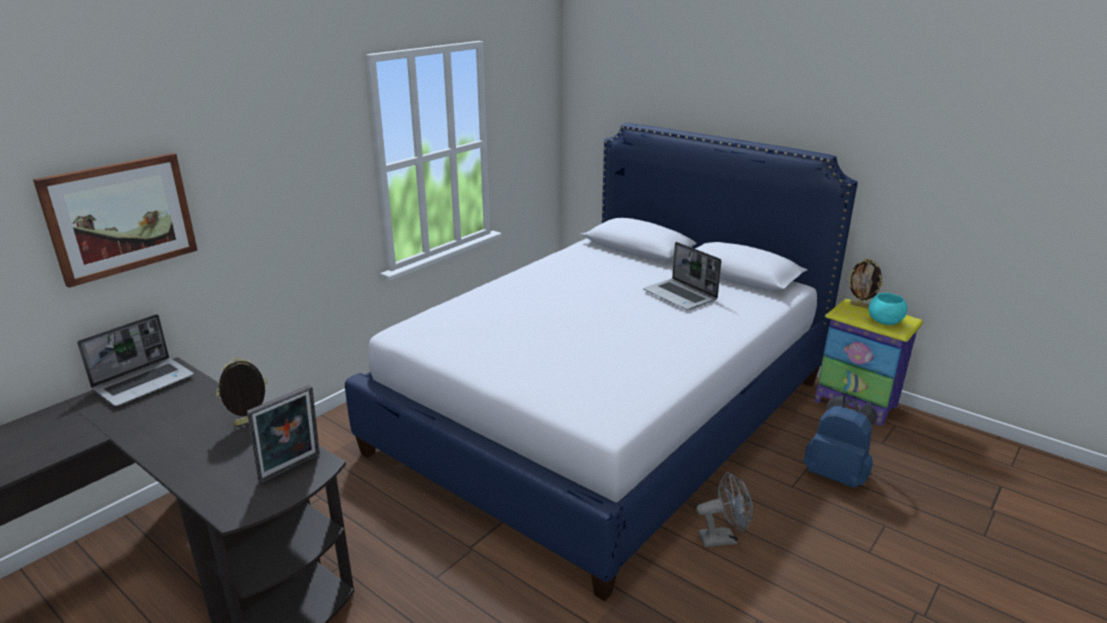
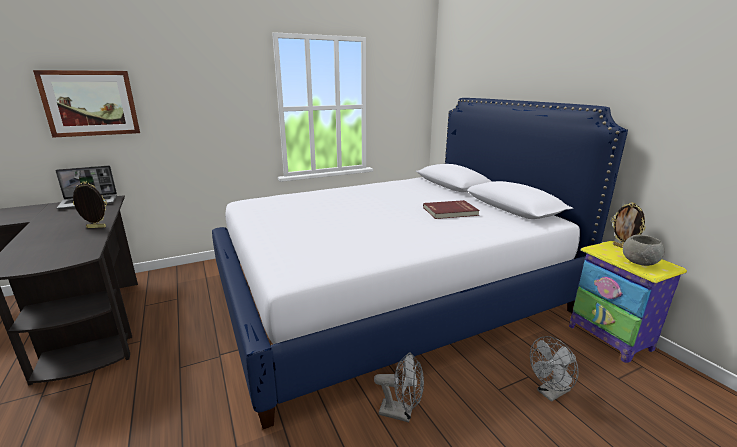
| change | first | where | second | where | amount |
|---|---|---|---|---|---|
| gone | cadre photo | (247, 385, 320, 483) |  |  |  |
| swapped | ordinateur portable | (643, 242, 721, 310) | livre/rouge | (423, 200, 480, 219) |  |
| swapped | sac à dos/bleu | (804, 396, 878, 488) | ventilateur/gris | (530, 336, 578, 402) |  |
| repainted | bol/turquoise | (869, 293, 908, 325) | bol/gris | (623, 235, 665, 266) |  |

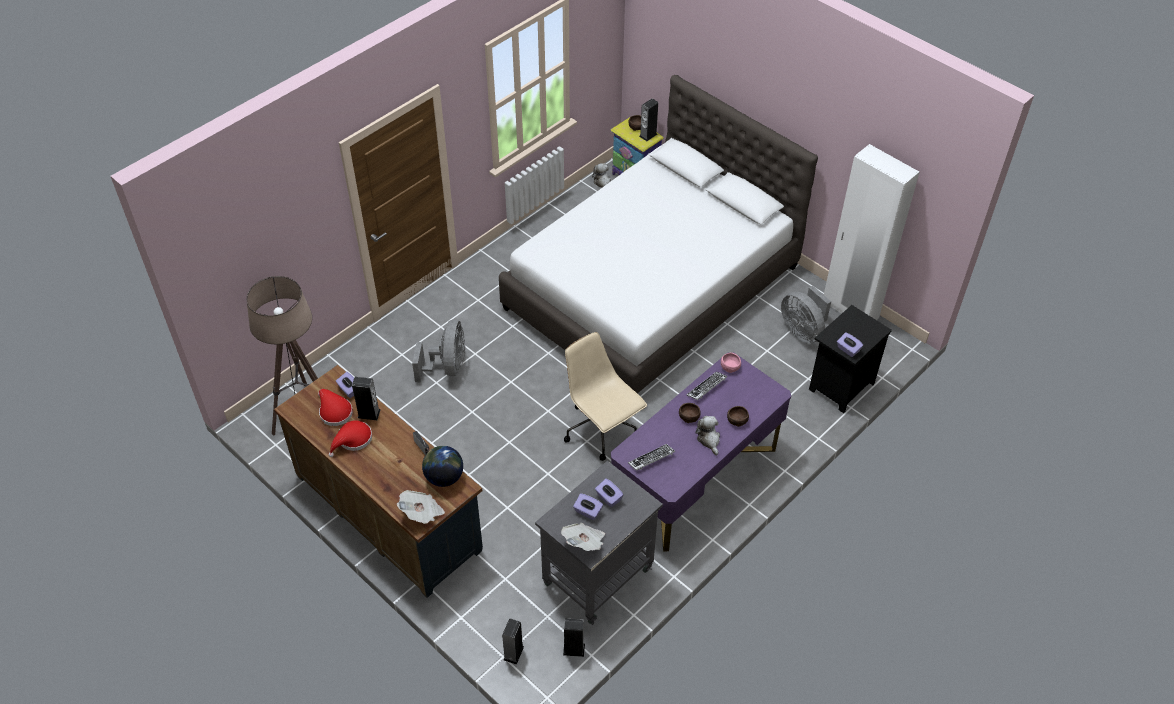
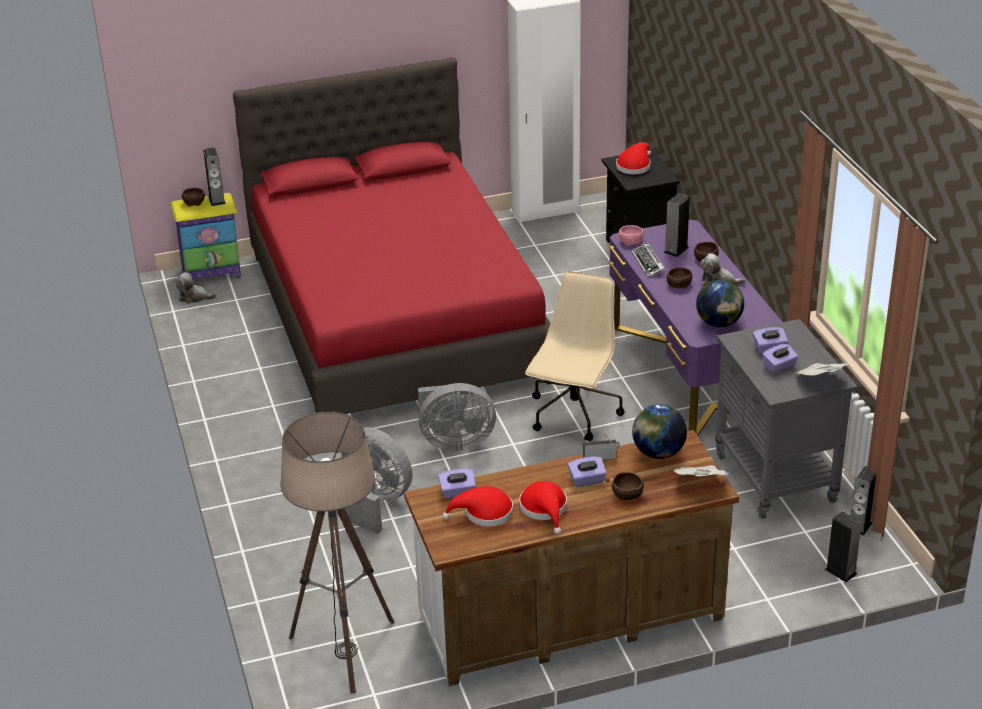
| change | first | where | second | where | amount |
|---|---|---|---|---|---|
| repainted | commode/bleu | (274, 365, 483, 598) | commode/blanc | (404, 430, 739, 686) |  |
| shifted | enceinte | (352, 377, 380, 420) |  | (664, 193, 690, 257) |  |
| repainted | lit/blanc | (499, 75, 818, 394) | lit/rouge | (233, 57, 550, 414) |  |
| rotated | chaise de bureau/beige | (564, 332, 647, 461) |  | (525, 272, 625, 441) | 120 degrees clockwise |
| swapped | clavier | (628, 444, 675, 471) | globe | (696, 280, 744, 327) |  |
| shifted | ventilateur/gris | (781, 286, 831, 344) |  | (418, 383, 496, 451) |  |
| shifted | boîte à mouchoirs/violet | (837, 332, 863, 357) |  | (568, 456, 607, 487) |  |
| new |  |  | bol/marron | (612, 472, 644, 501) |  |
| new |  |  | chapeau/rouge | (616, 142, 651, 174) |  |

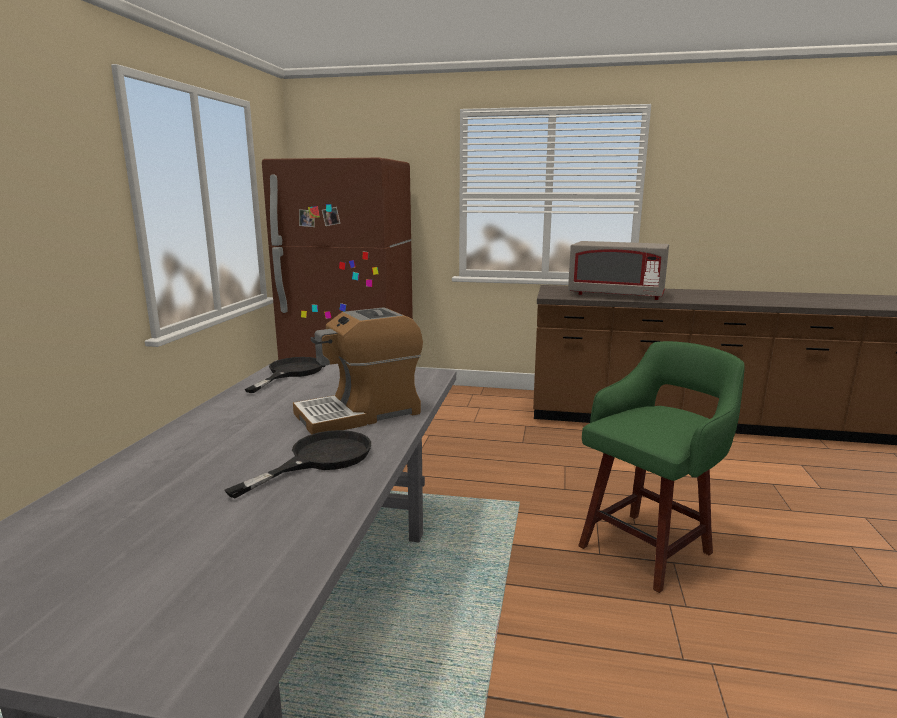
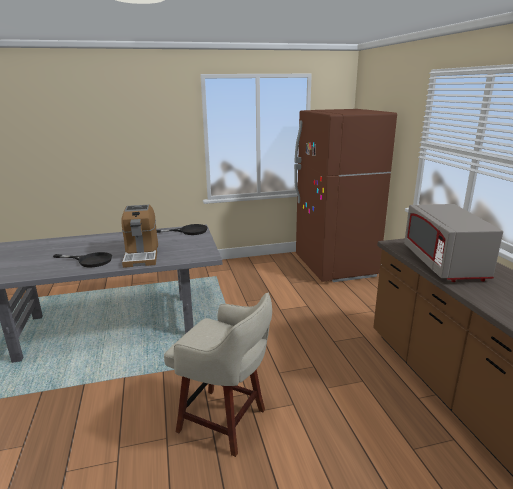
| change | first | where | second | where | amount |
|---|---|---|---|---|---|
| rotated | machine à café | (293, 307, 423, 435) |  | (121, 205, 158, 268) | 135 degrees counterclockwise |
| repainted | tabouret/vert | (578, 341, 744, 593) | tabouret/beige | (164, 293, 272, 457) |  |

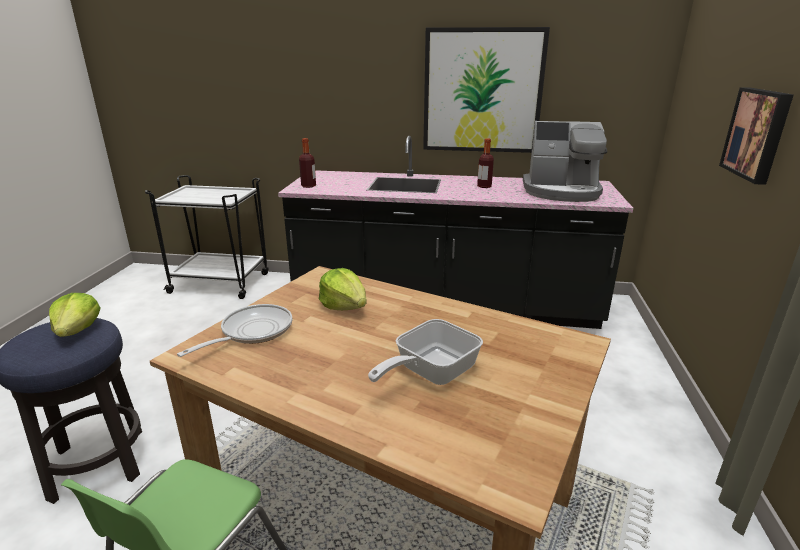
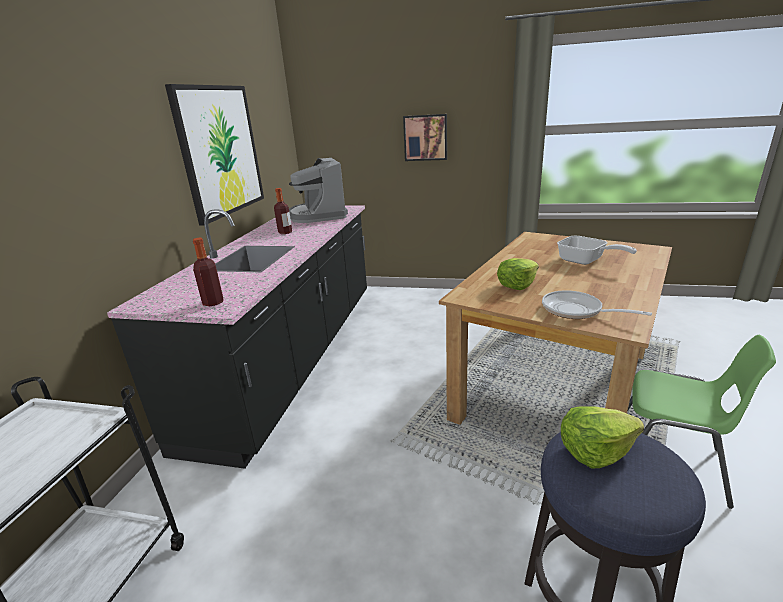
| change | first | where | second | where | amount |
|---|---|---|---|---|---|
| rotated | machine à café | (523, 121, 607, 202) |  | (289, 158, 348, 223) | 150 degrees clockwise |

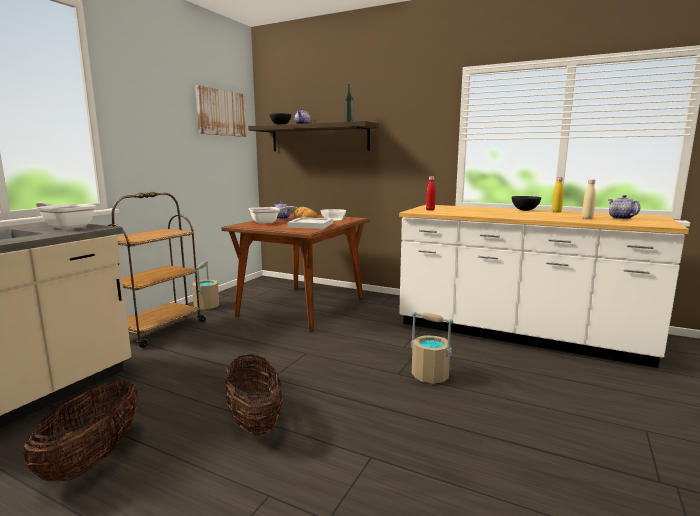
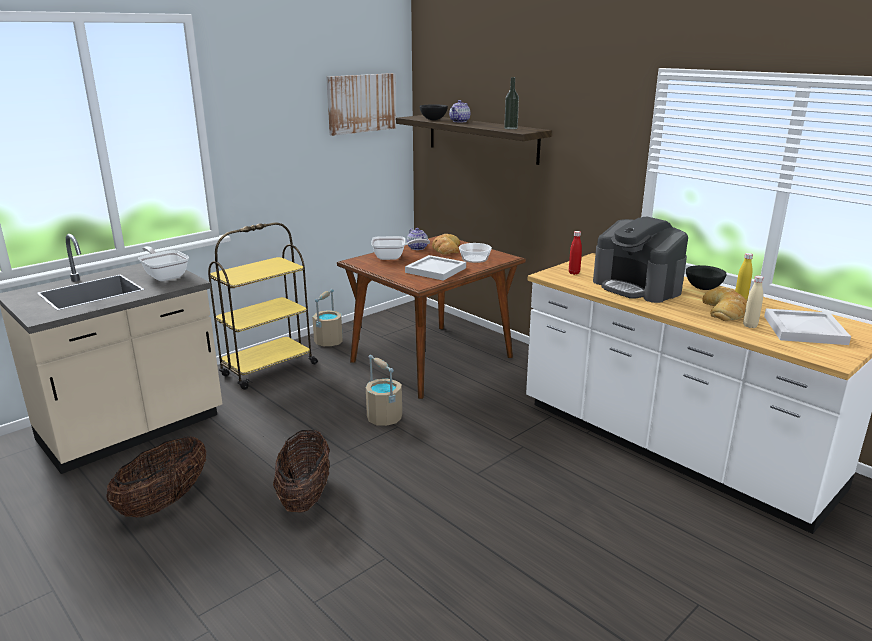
| change | first | where | second | where | amount |
|---|---|---|---|---|---|
| repainted | chariot/marron | (107, 192, 206, 348) | chariot/jaune | (208, 223, 318, 390) |  |
| shifted | seau/beige | (411, 312, 453, 384) |  | (366, 355, 402, 426) |  |
| swapped | théière | (608, 195, 640, 219) | plateau/blanc | (764, 309, 851, 345) |  |
| new |  |  | machine à café | (593, 217, 688, 303) |  |
| new |  |  | pain | (702, 288, 747, 321) |  |

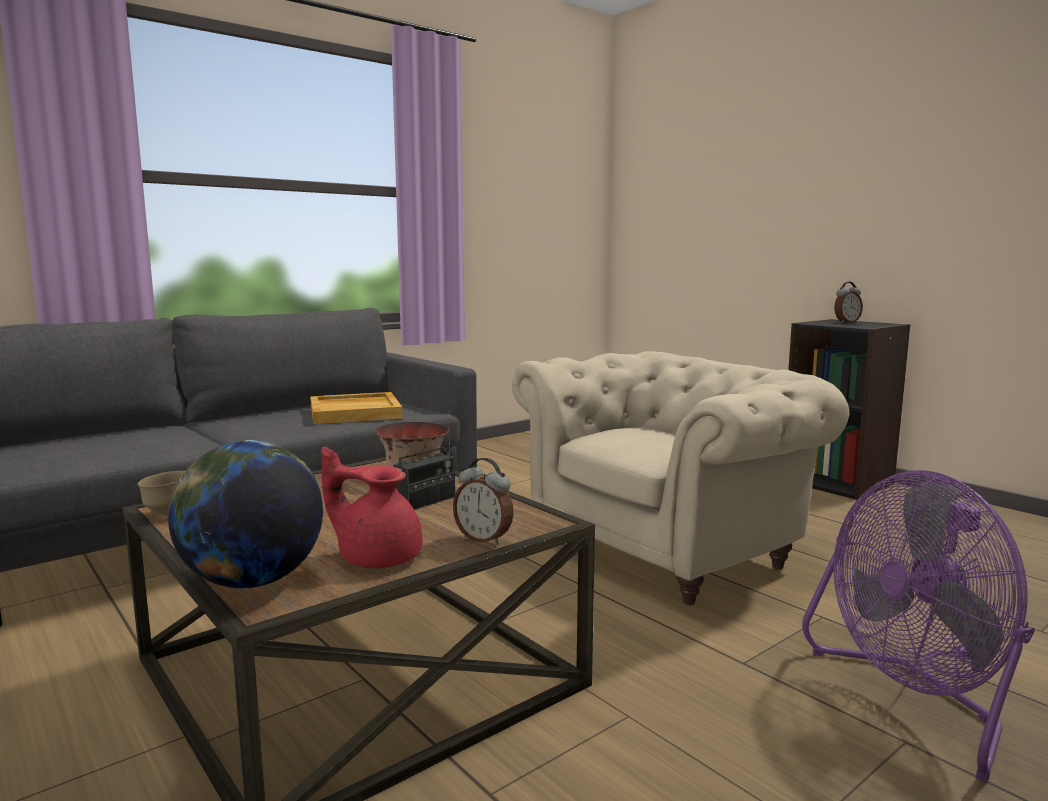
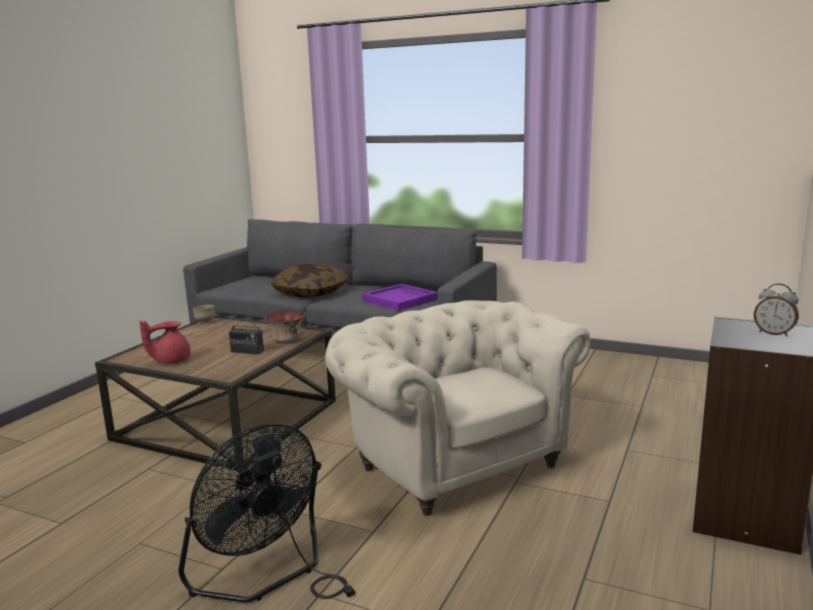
| change | first | where | second | where | amount |
|---|---|---|---|---|---|
| gone | globe | (168, 440, 323, 589) |  |  |  |
| repainted | plateau/beige | (310, 392, 403, 424) | plateau/violet | (362, 284, 438, 311) |  |
| rotated | théière/rouge | (321, 447, 423, 568) |  | (140, 321, 191, 364) | 120 degrees counterclockwise |
| gone | réveil | (453, 458, 514, 545) |  |  |  |
| rotated | fauteuil/beige | (512, 351, 849, 605) |  | (325, 300, 590, 516) | 150 degrees counterclockwise |
| repainted | ventilateur/violet | (802, 470, 1035, 783) | ventilateur/noir | (178, 424, 355, 603) |  |
| new |  |  | coussin | (271, 264, 349, 297) |  |

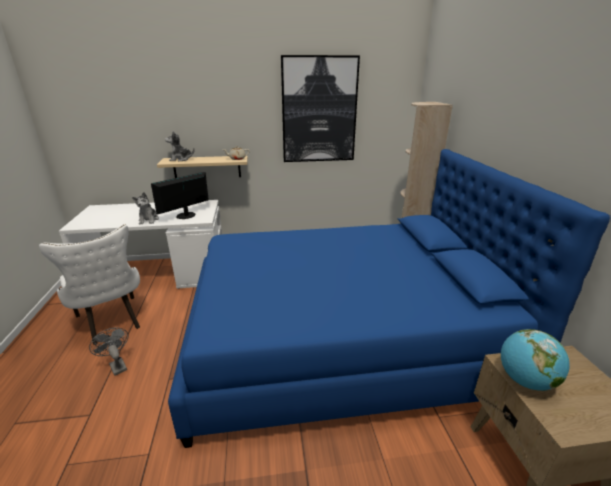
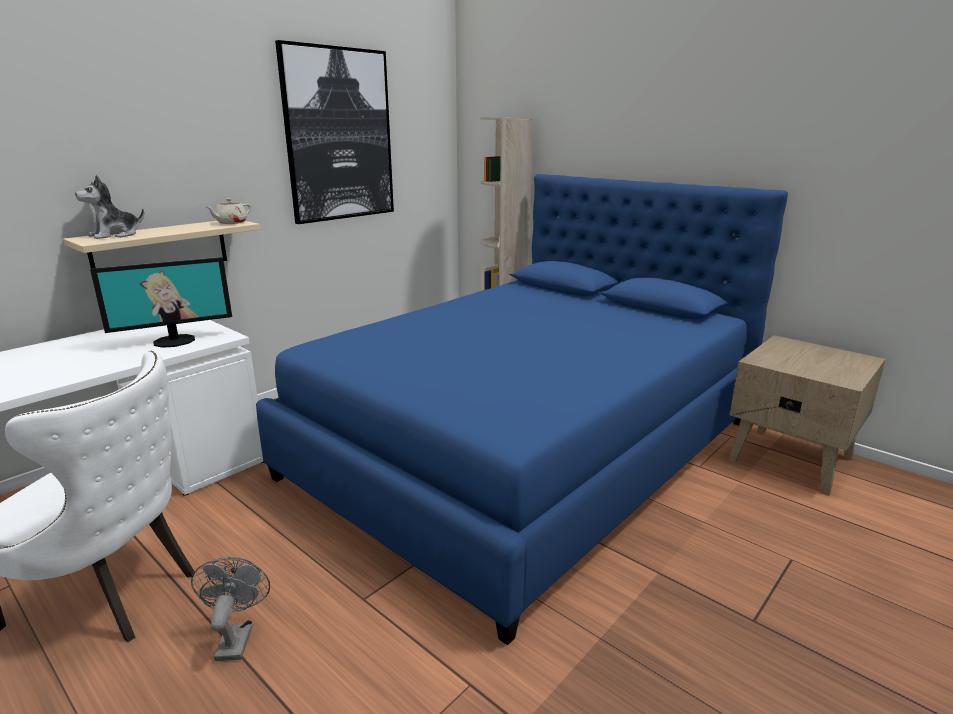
| change | first | where | second | where | amount |
|---|---|---|---|---|---|
| rotated | ventilateur/gris | (89, 328, 129, 376) |  | (191, 557, 270, 661) | 75 degrees clockwise |
| gone | peluche | (132, 192, 159, 224) |  |  |  |
| rotated | écran d'ordinateur | (151, 172, 209, 219) |  | (90, 257, 232, 348) | 120 degrees counterclockwise |
| gone | globe | (501, 329, 570, 391) |  |  |  |

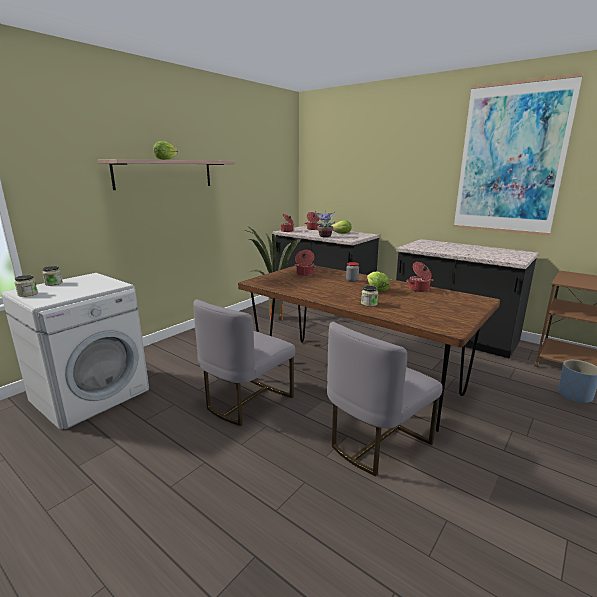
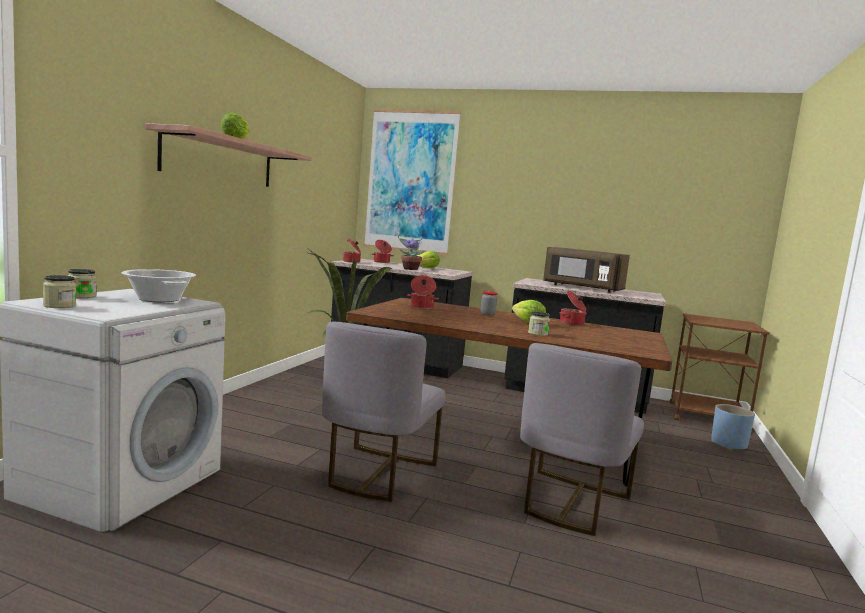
| change | first | where | second | where | amount |
|---|---|---|---|---|---|
| shifted | tableau | (453, 73, 583, 236) |  | (364, 109, 461, 256) |  |
| new |  |  | marmite | (121, 269, 196, 302) |  |
| new |  |  | micro-ondes/marron | (543, 247, 630, 293) |  |

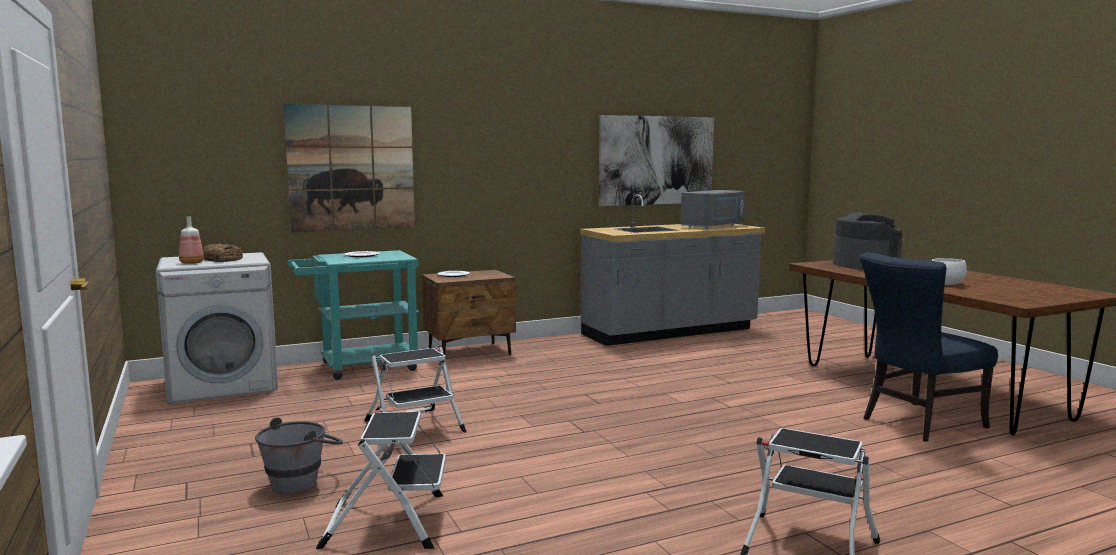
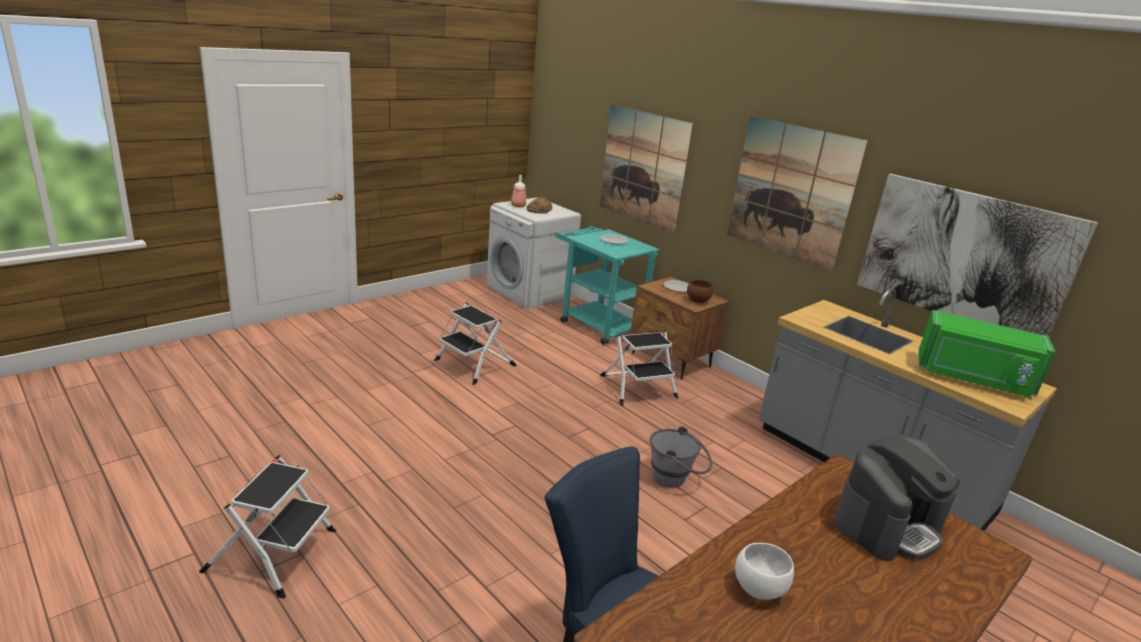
| change | first | where | second | where | amount |
|---|---|---|---|---|---|
| shifted | seau/gris | (255, 417, 343, 494) |  | (650, 426, 712, 487) |  |
| shifted | escabeau | (316, 406, 446, 549) |  | (600, 331, 678, 406) |  |
| repainted | micro-ondes/gris | (681, 190, 745, 229) | micro-ondes/vert | (918, 310, 1056, 397) |  |
| new |  |  | bol/marron | (687, 280, 713, 303) |  |
| new |  |  | tableau | (727, 116, 869, 272) |  |

